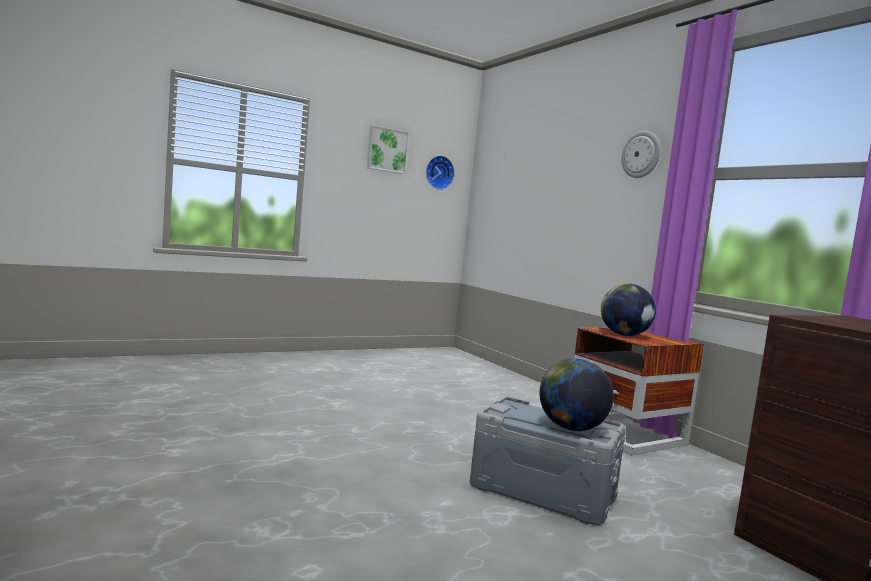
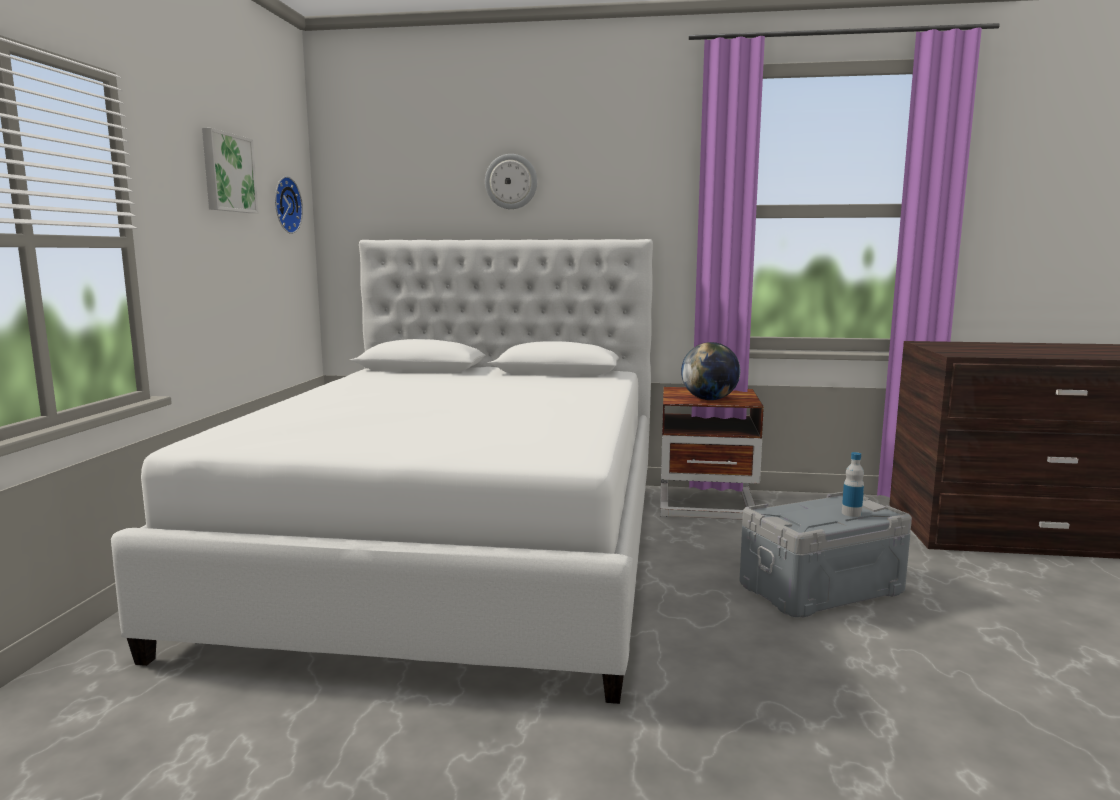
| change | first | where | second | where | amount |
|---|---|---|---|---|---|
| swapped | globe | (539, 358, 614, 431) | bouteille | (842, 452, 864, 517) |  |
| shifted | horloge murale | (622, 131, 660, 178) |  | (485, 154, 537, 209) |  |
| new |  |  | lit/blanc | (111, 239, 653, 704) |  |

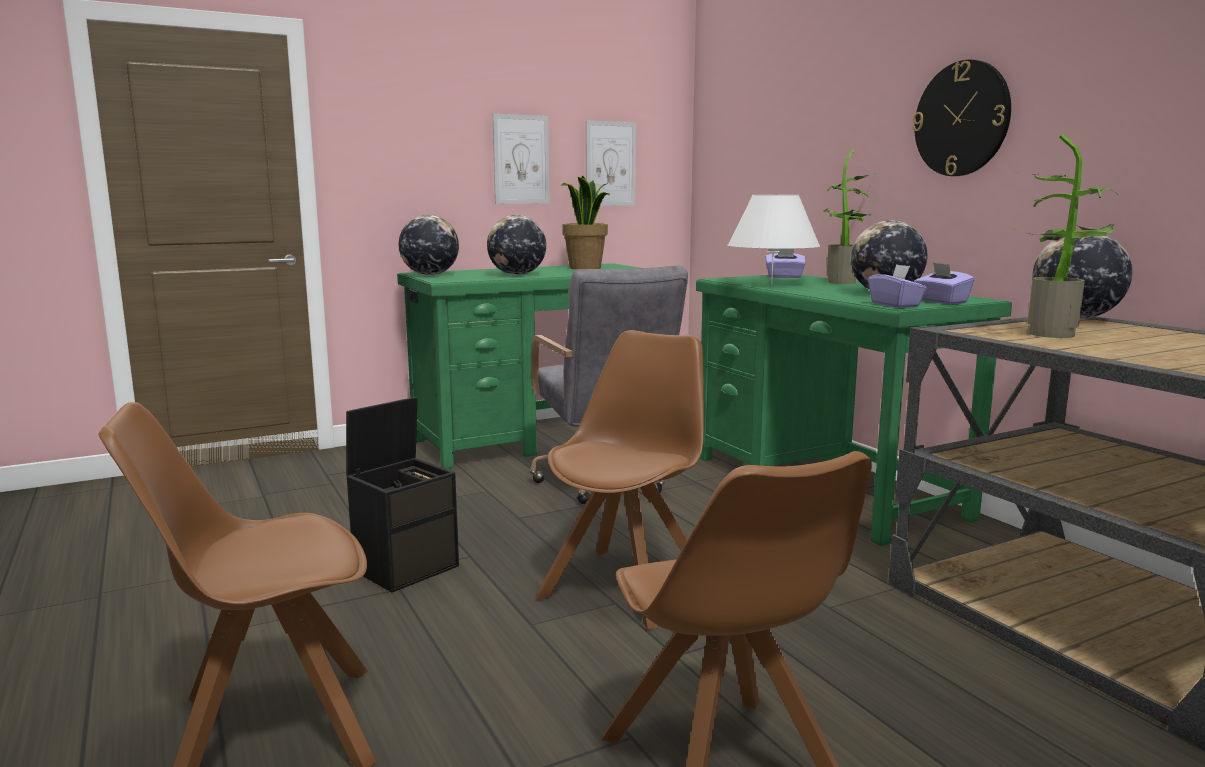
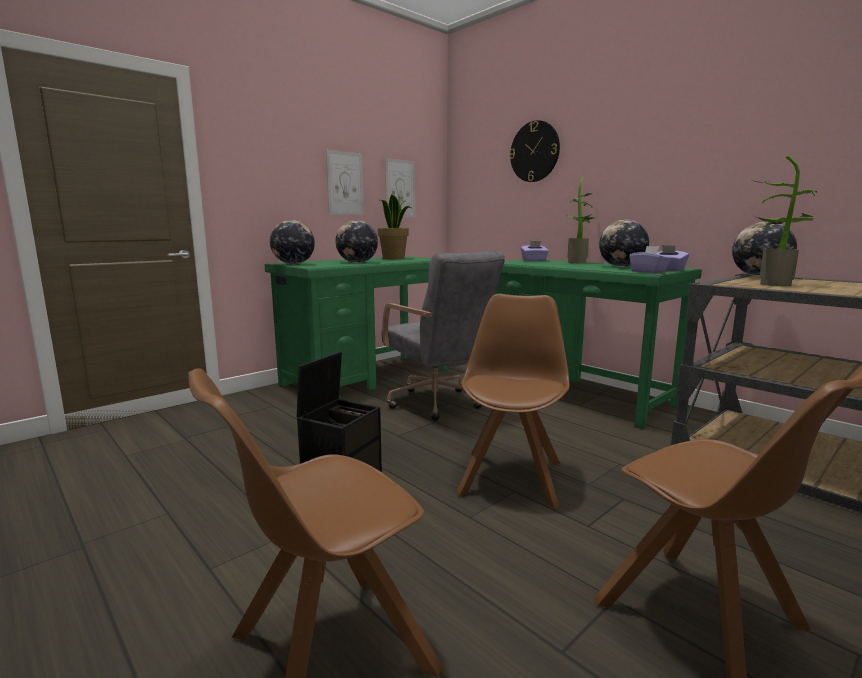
| change | first | where | second | where | amount |
|---|---|---|---|---|---|
| gone | lampe de table/blanc | (728, 195, 820, 284) |  |  |  |
| shifted | horloge murale | (912, 60, 1011, 176) |  | (510, 120, 560, 182) |  |

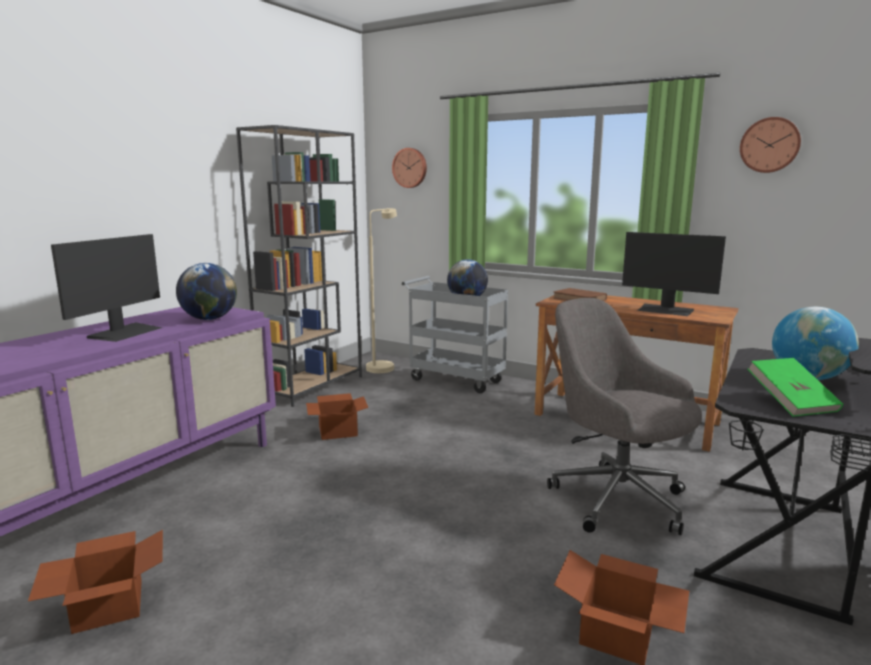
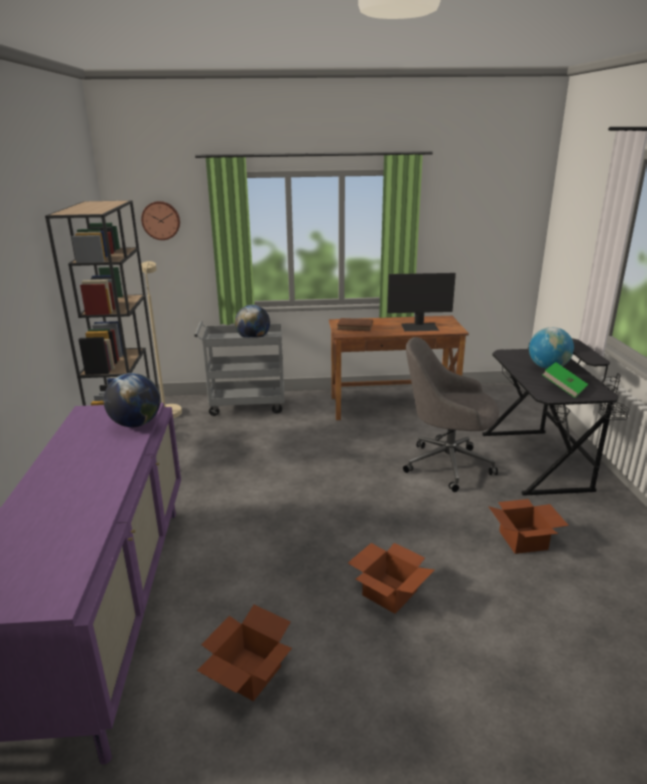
| change | first | where | second | where | amount |
|---|---|---|---|---|---|
| gone | écran d'ordinateur | (51, 234, 163, 342) |  |  |  |
| shifted | carton | (306, 393, 368, 440) |  | (348, 543, 434, 614) |  |
| gone | horloge murale | (740, 117, 801, 173) |  |  |  |

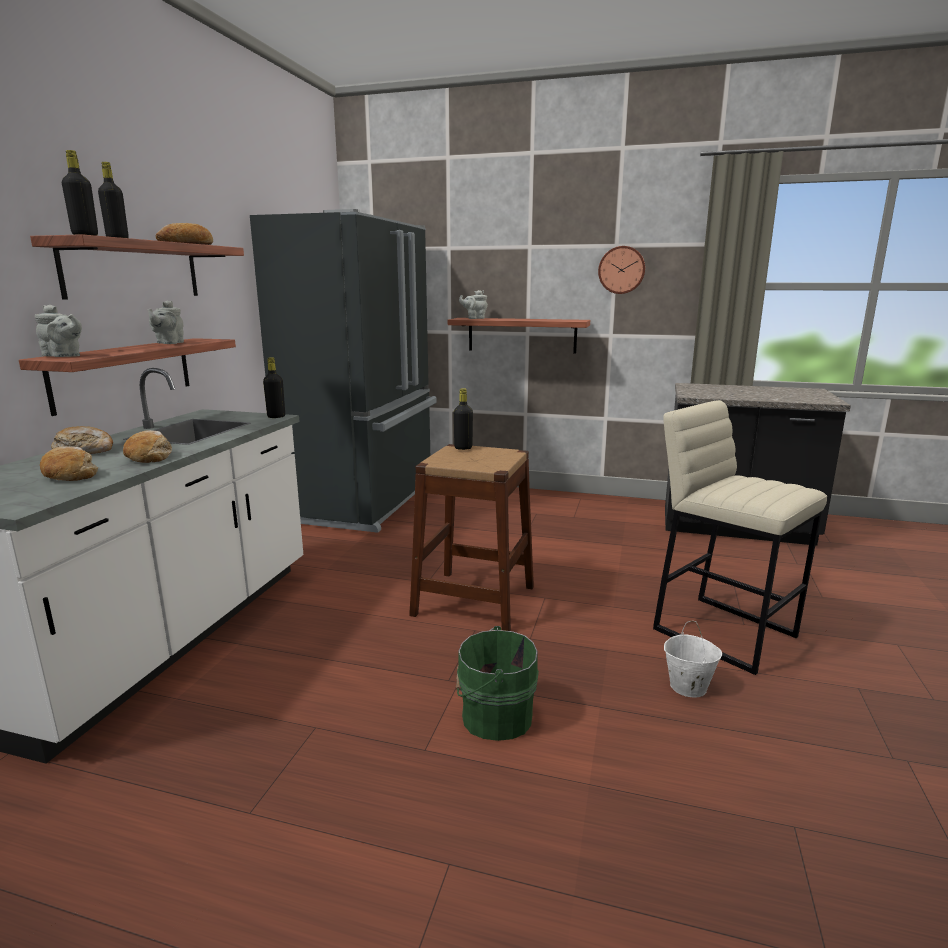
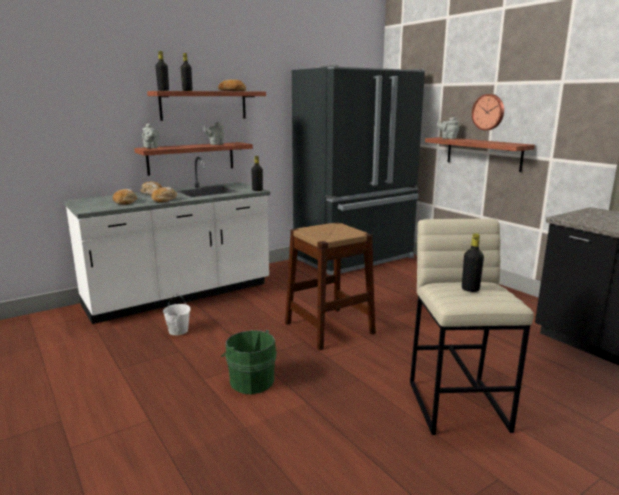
| change | first | where | second | where | amount |
|---|---|---|---|---|---|
| shifted | bouteille/noir | (453, 388, 473, 450) |  | (462, 233, 484, 292) |  |
| shifted | horloge murale | (598, 246, 645, 294) |  | (472, 94, 504, 130) |  |
| shifted | seau/blanc | (664, 621, 722, 697) |  | (163, 294, 190, 335) |  |

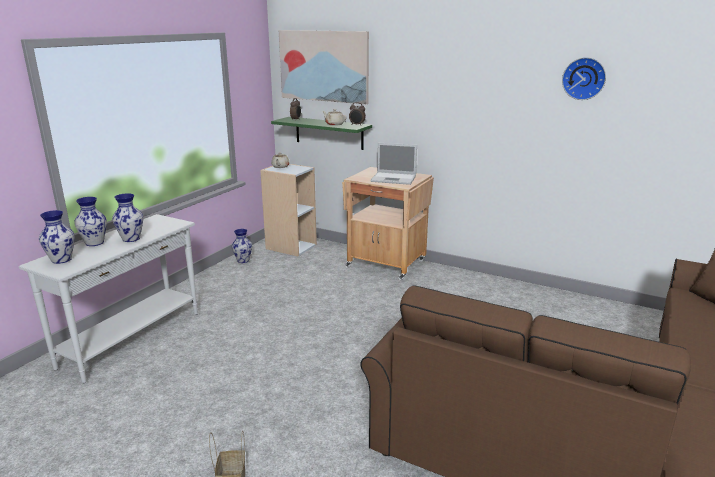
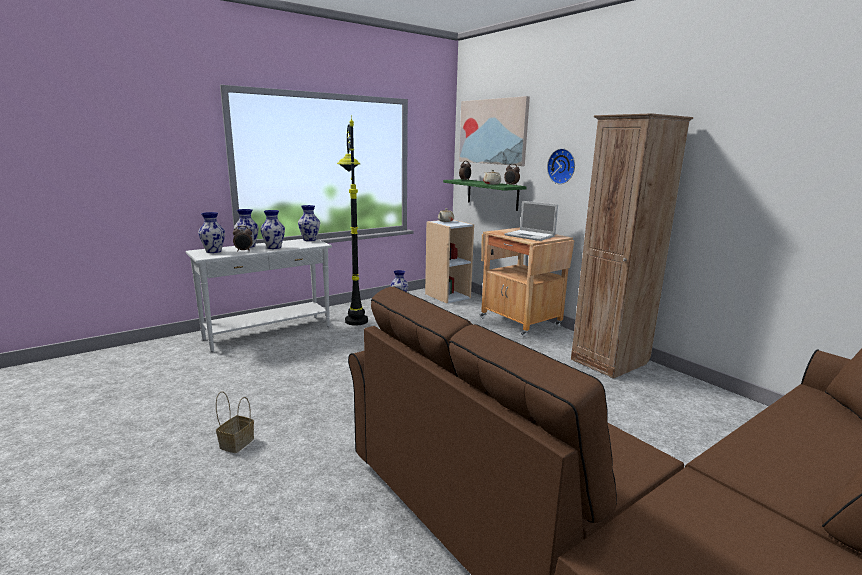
| change | first | where | second | where | amount |
|---|---|---|---|---|---|
| shifted | horloge murale | (562, 57, 606, 100) |  | (547, 148, 575, 184) |  |
| new |  |  | réveil | (233, 226, 253, 252) |  |
| new |  |  | vase | (298, 205, 320, 241) |  |
| new |  |  | lampadaire/noir | (337, 115, 368, 326) |  |
| new |  |  | meuble de rangement/marron | (571, 114, 694, 379) |  |

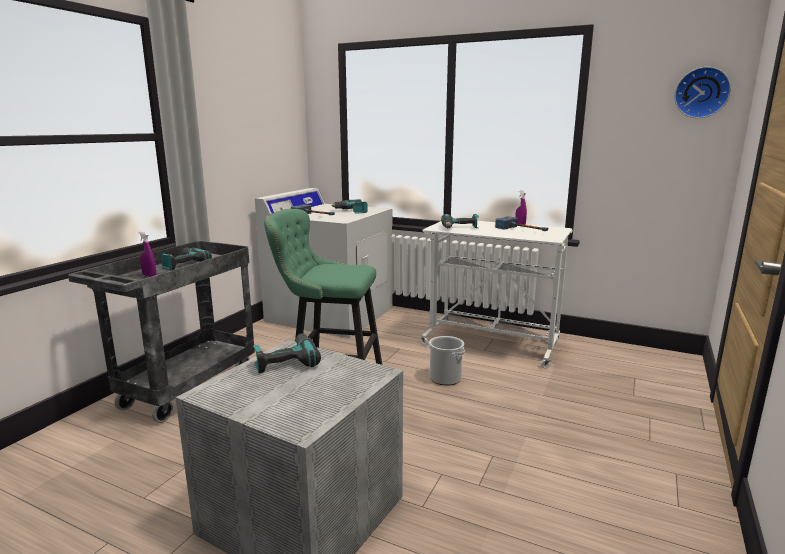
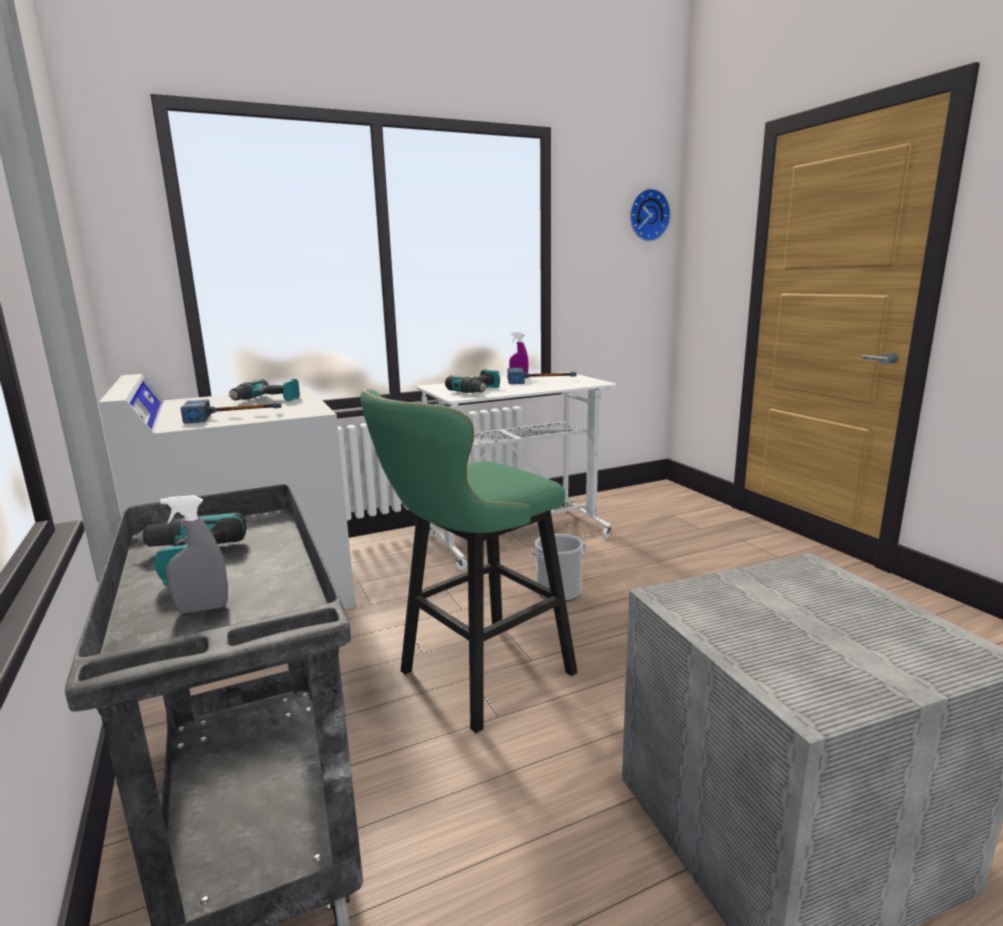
| change | first | where | second | where | amount |
|---|---|---|---|---|---|
| repainted | vaporisateur/violet | (139, 231, 156, 277) | vaporisateur/gris | (160, 495, 228, 613) |  |
| gone | perceuse | (253, 333, 321, 373) |  |  |  |

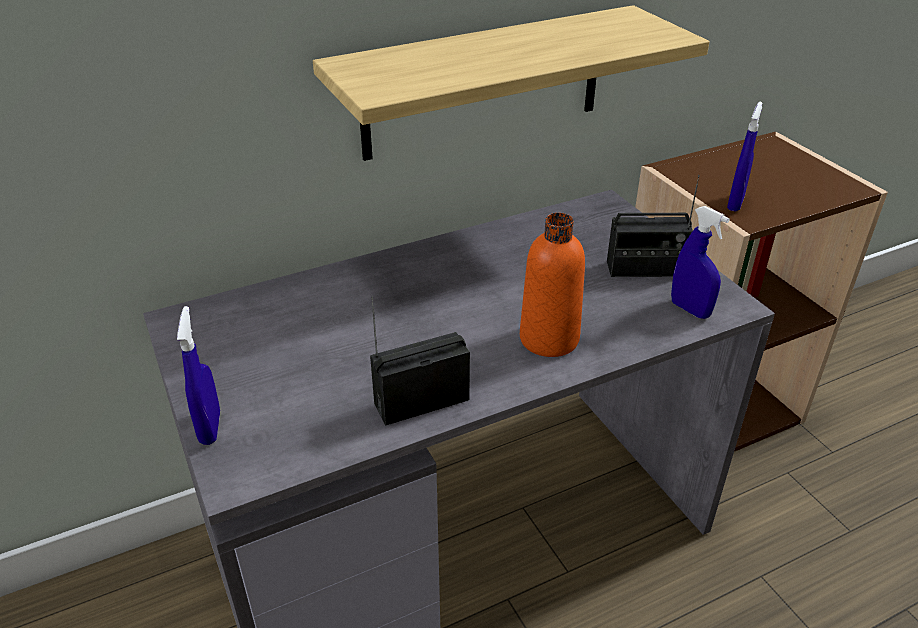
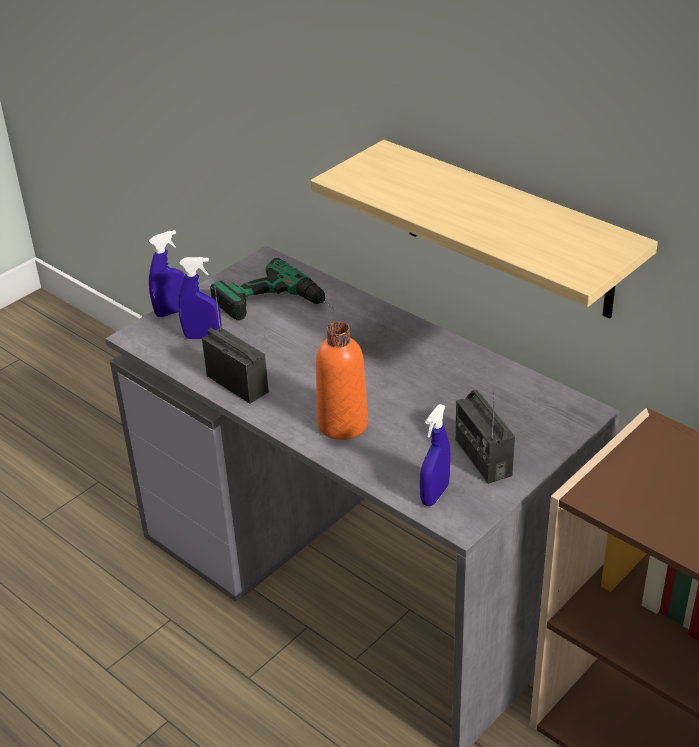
| change | first | where | second | where | amount |
|---|---|---|---|---|---|
| shifted | vaporisateur/bleu | (727, 102, 762, 212) |  | (178, 257, 221, 339) |  |
| new |  |  | perceuse | (210, 258, 336, 320) |  |

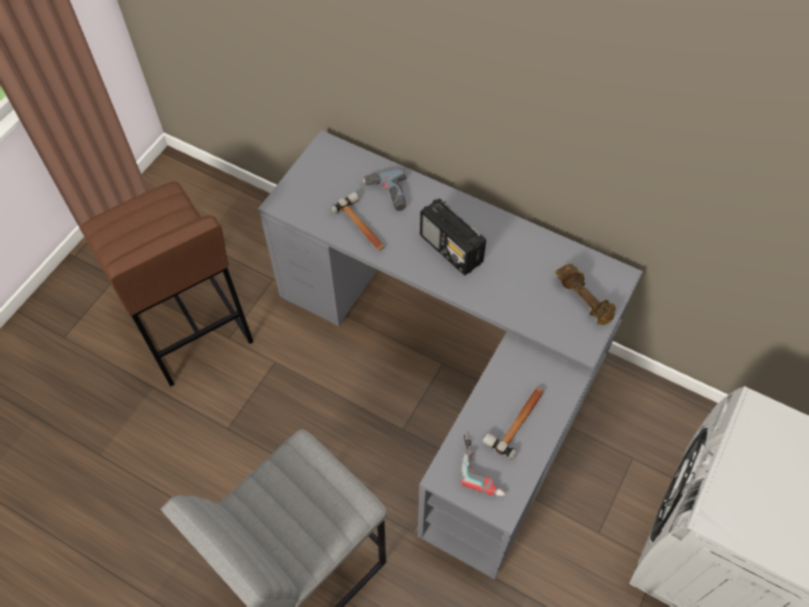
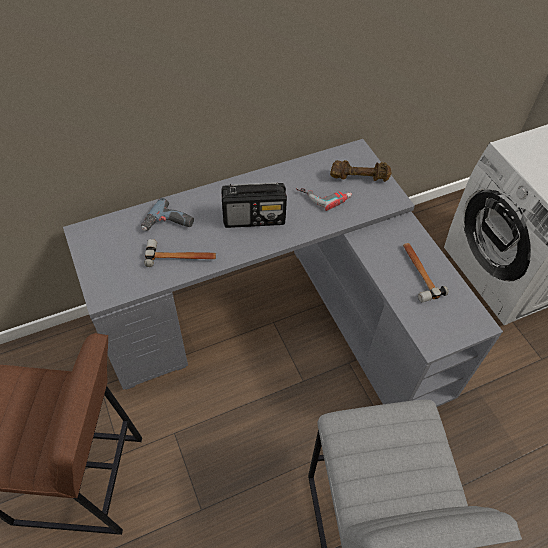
| change | first | where | second | where | amount |
|---|---|---|---|---|---|
| shifted | perceuse | (460, 434, 505, 496) |  | (296, 188, 352, 211) |  |

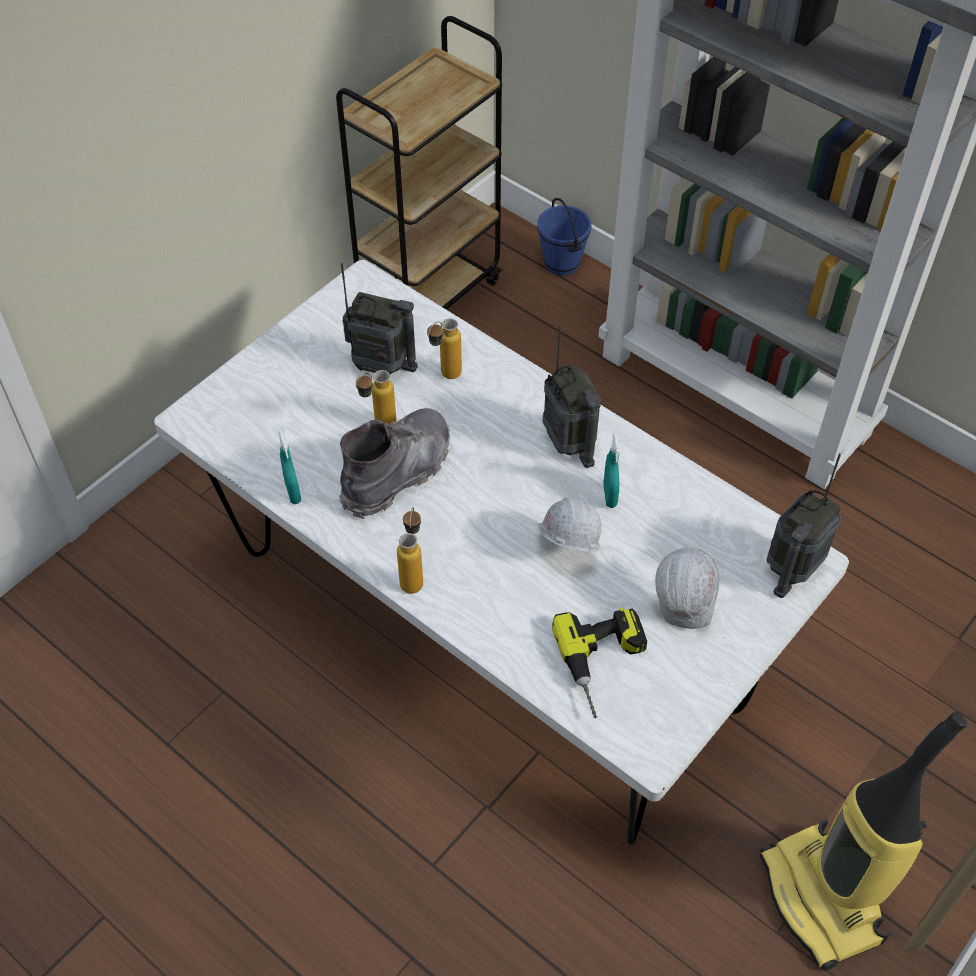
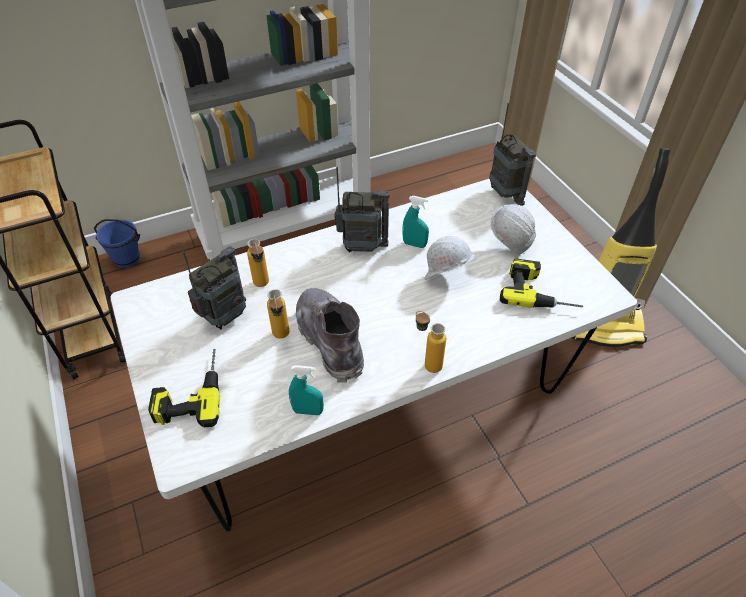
| change | first | where | second | where | amount |
|---|---|---|---|---|---|
| new |  |  | perceuse | (148, 349, 220, 427) |  |

